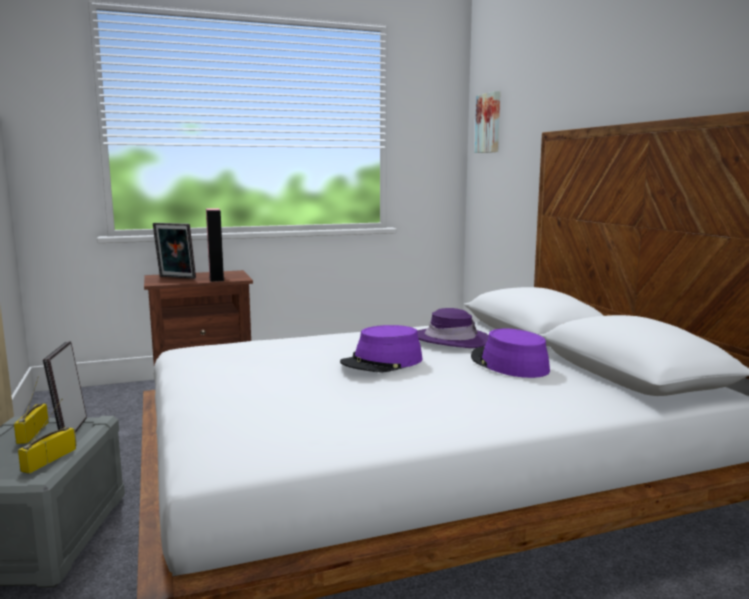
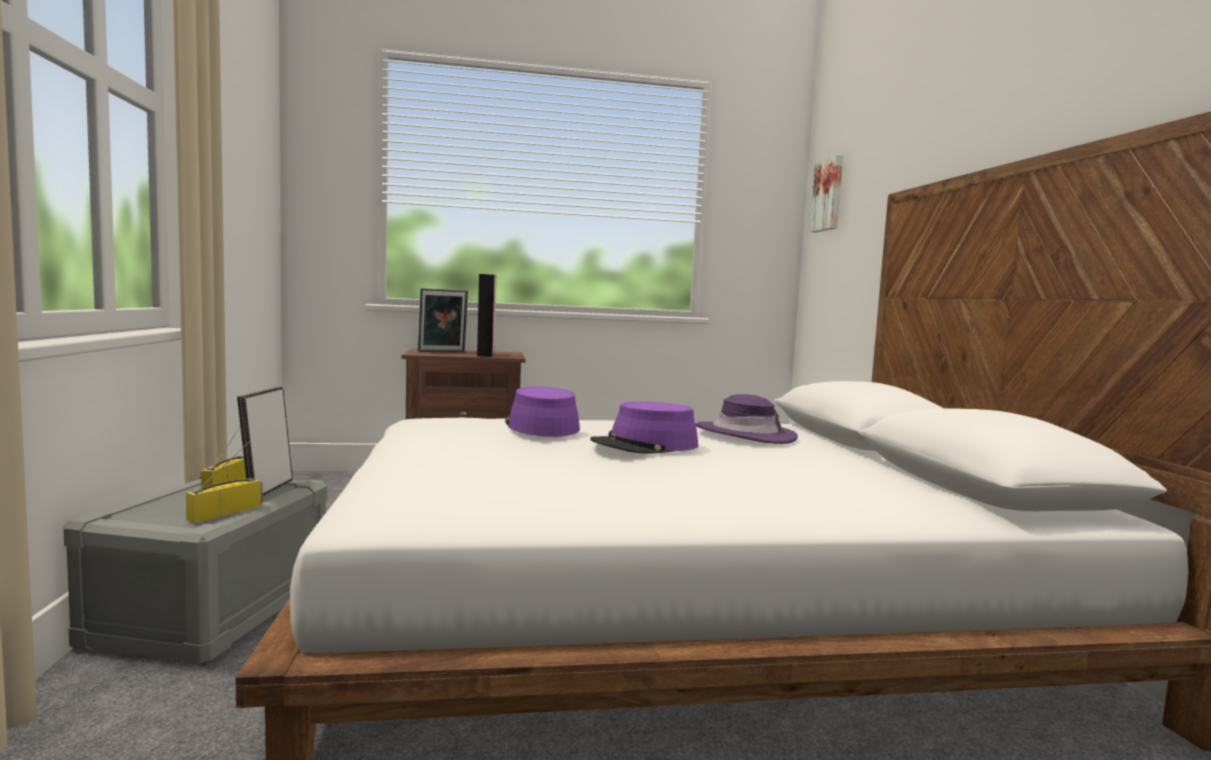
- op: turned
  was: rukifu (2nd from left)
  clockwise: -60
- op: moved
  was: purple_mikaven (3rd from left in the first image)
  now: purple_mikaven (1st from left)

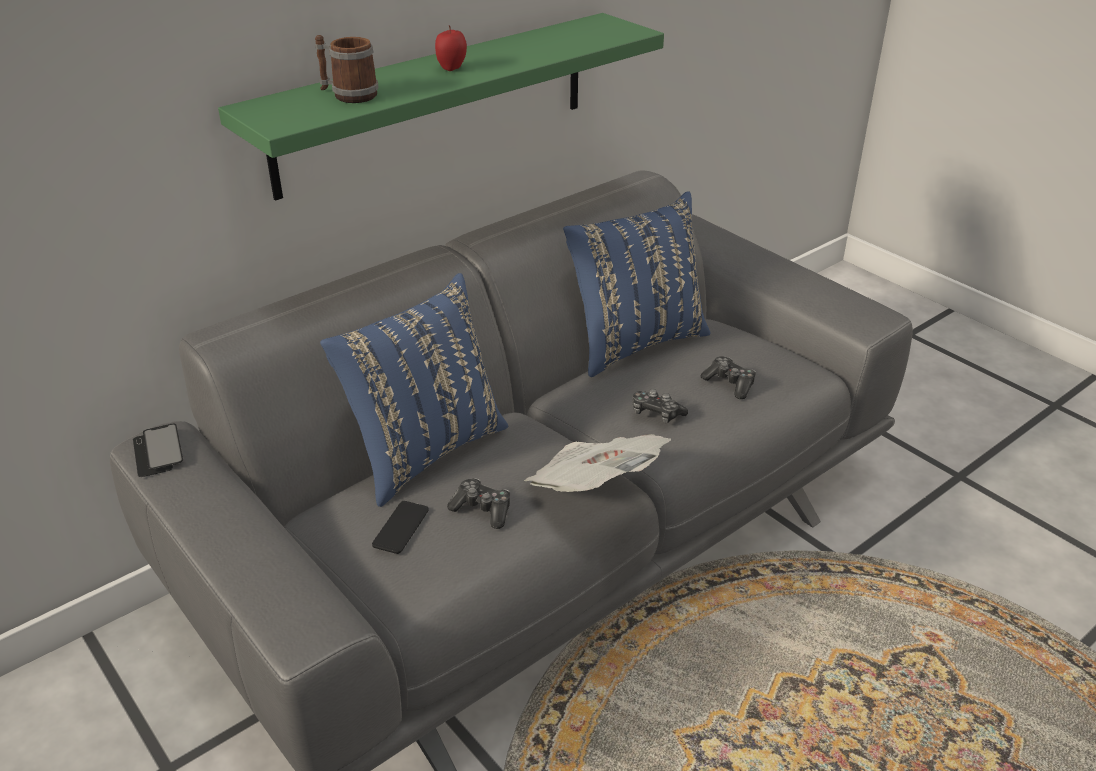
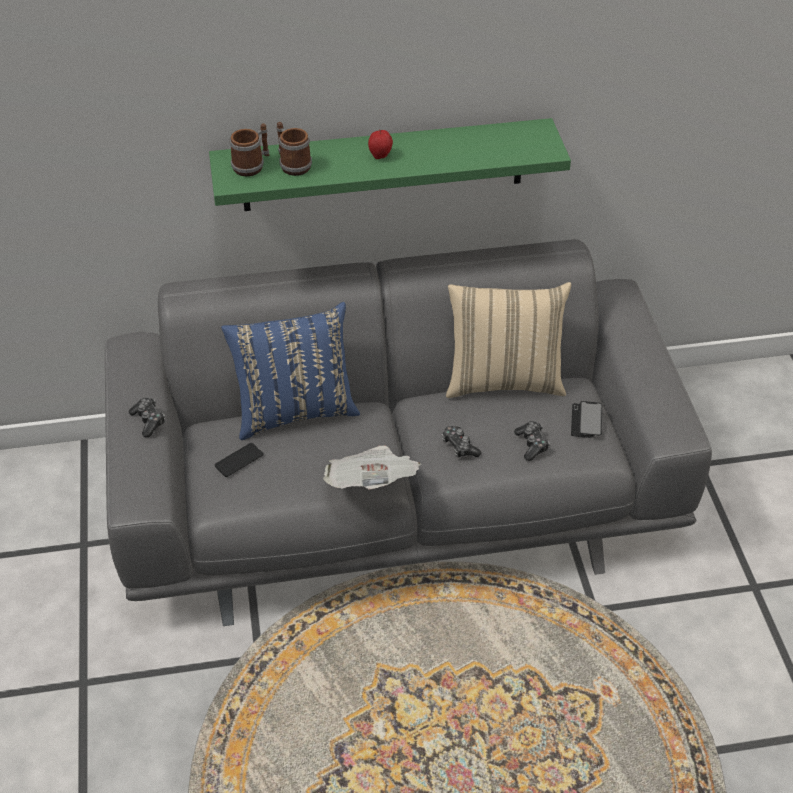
- op: moved
  was: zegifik (1st from left)
- op: added
  now: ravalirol (1st from left)
- op: recoloured
  was: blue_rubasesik (2nd from left)
  now: beige_rubasesik
- op: moved
  was: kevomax (1st from left in the first image)
  now: kevomax (2nd from left)

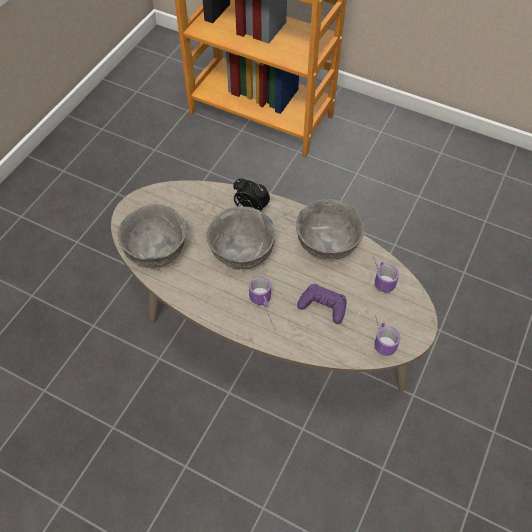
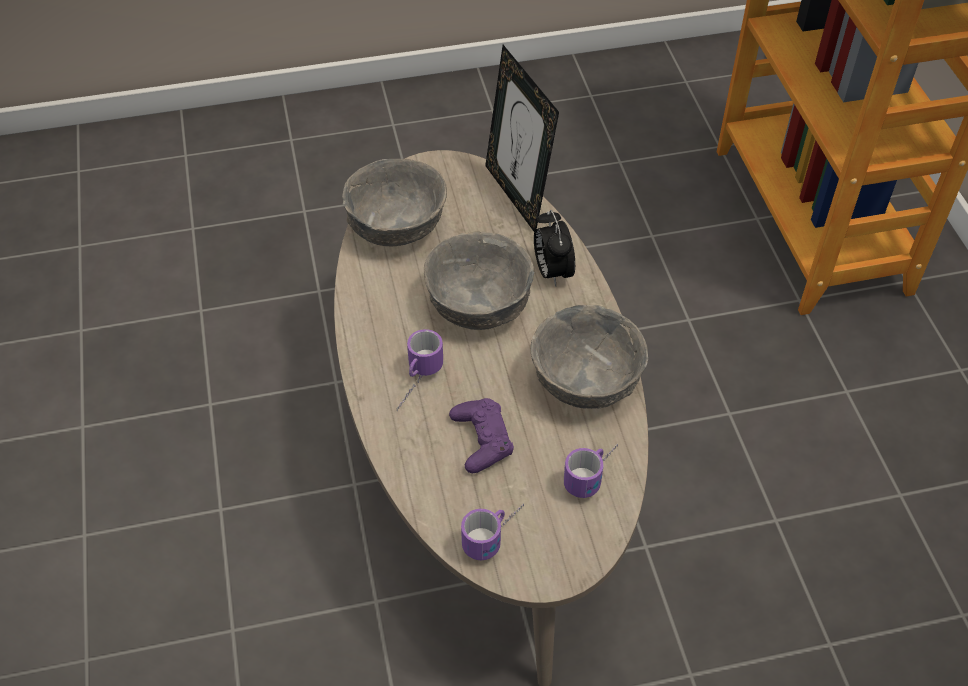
- op: added
  now: rukifu

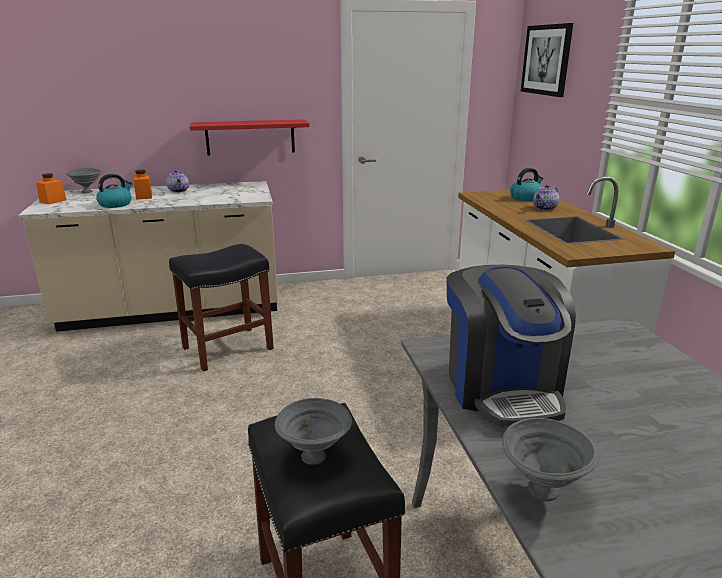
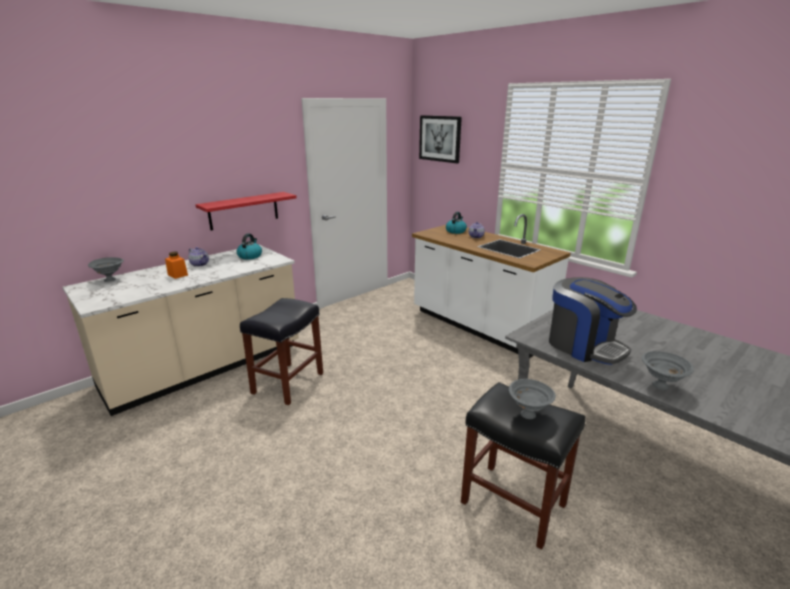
- op: moved
  was: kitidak (1st from left)
- op: removed
  was: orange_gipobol (1st from left)

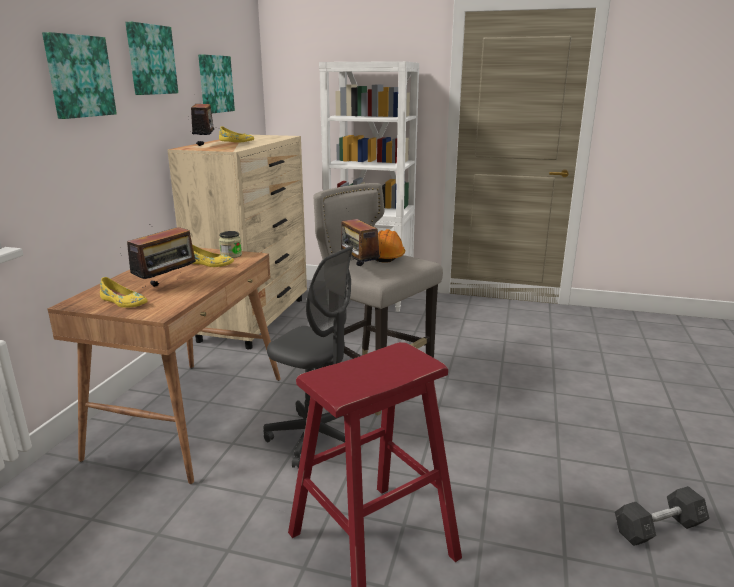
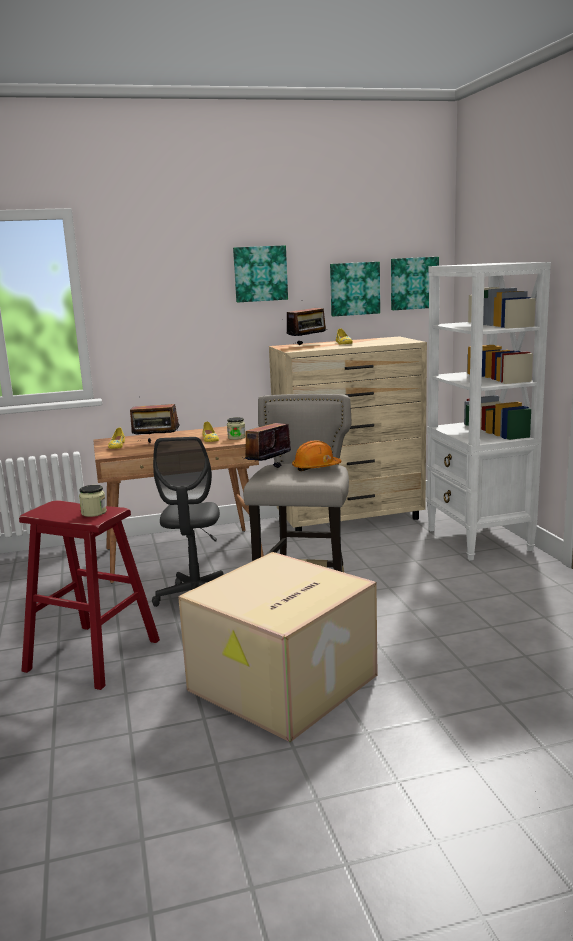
- op: added
  now: gipobol (1st from left)
- op: added
  now: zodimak
- op: moved
  was: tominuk (1st from left in the first image)
  now: tominuk (3rd from left)
- op: removed
  was: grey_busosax

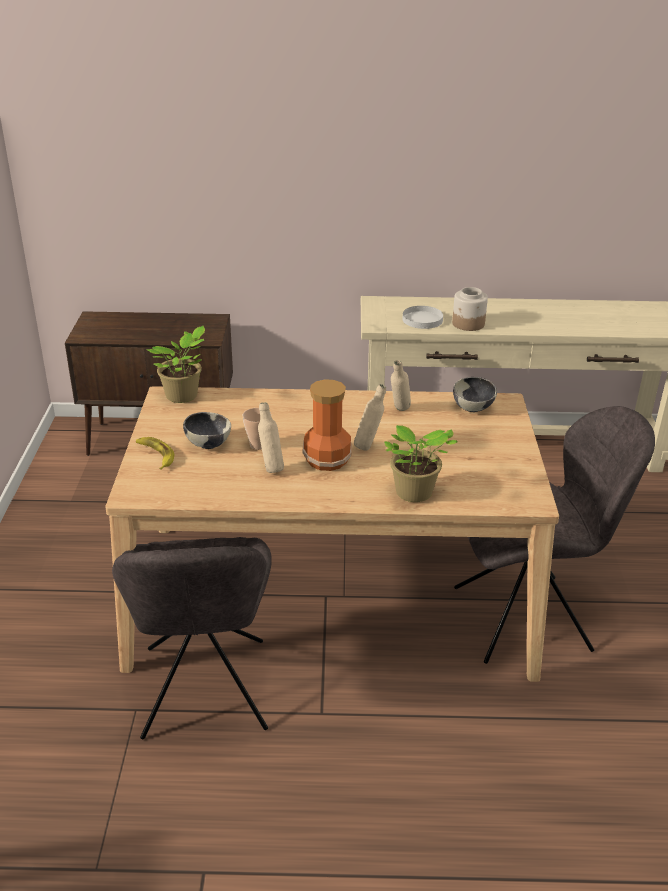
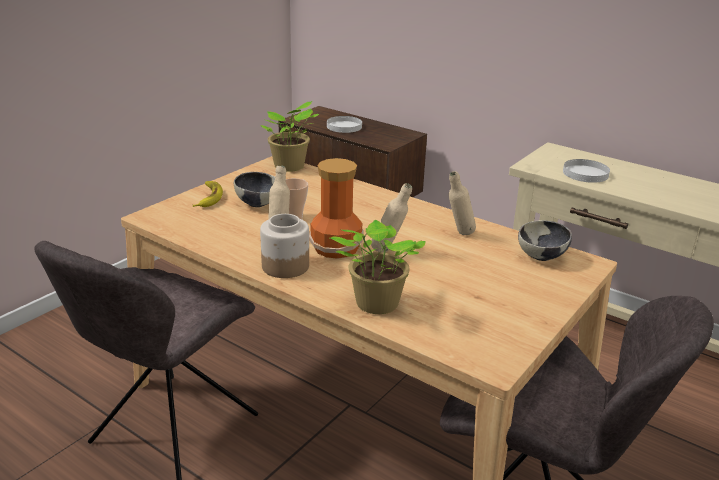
- op: moved
  was: gipobol
- op: added
  now: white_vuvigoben (1st from left)

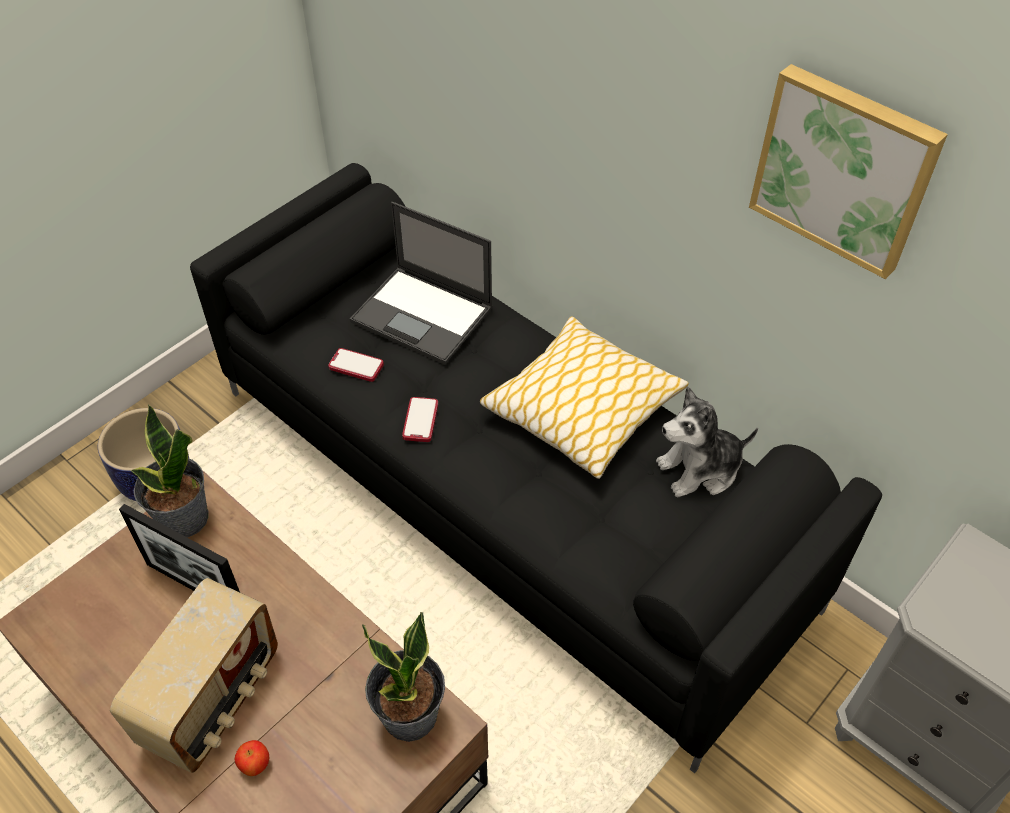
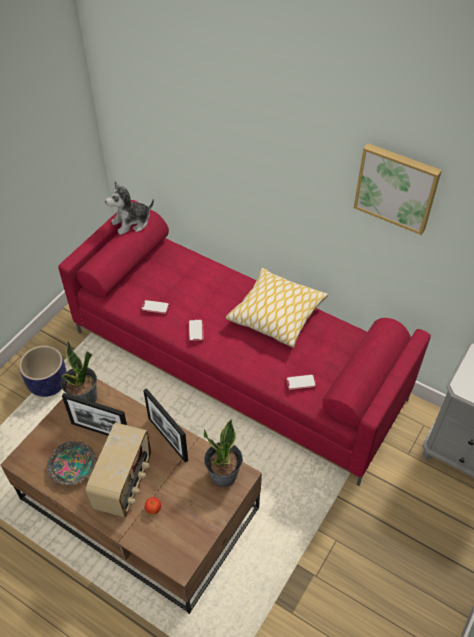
- op: added
  now: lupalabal
- op: recoloured
  was: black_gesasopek
  now: red_gesasopek
- op: moved
  was: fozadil
- op: added
  now: rukifu (2nd from left)
- op: added
  now: kevomax (3rd from left)
- op: removed
  was: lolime

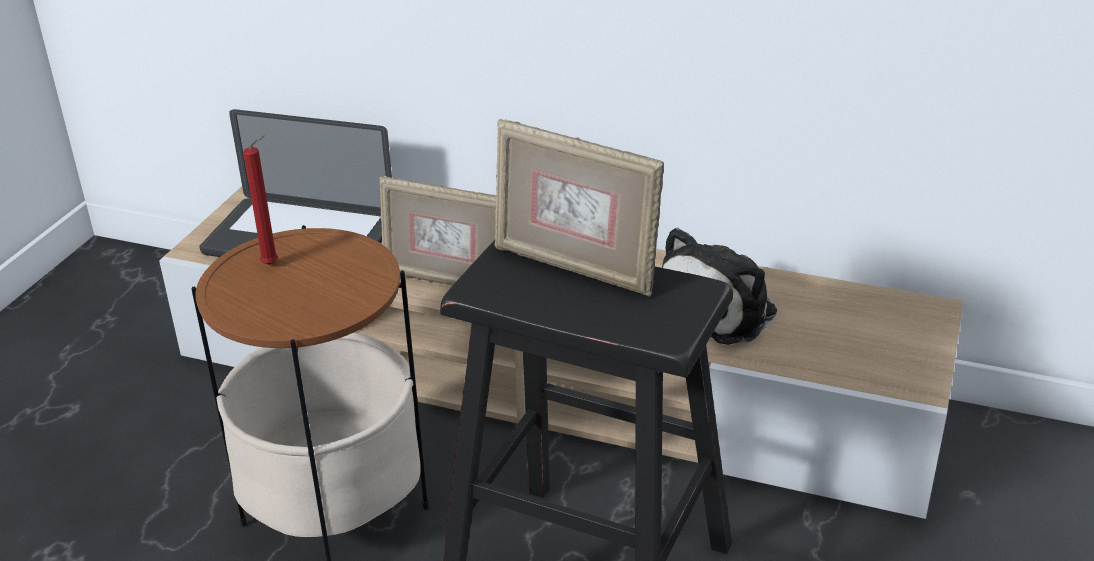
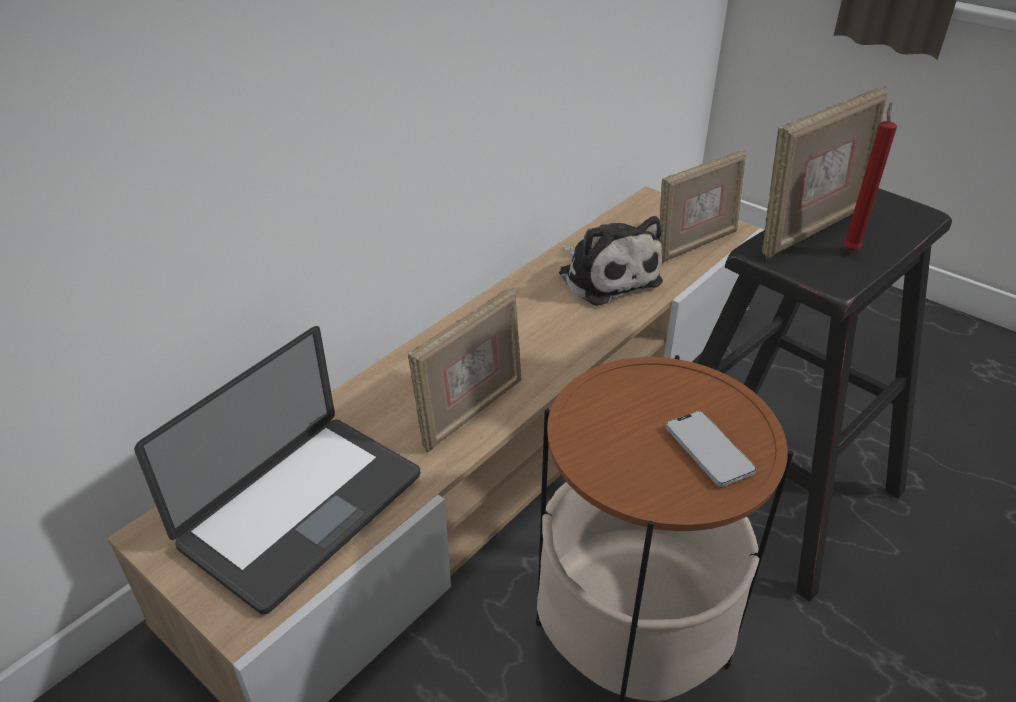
- op: added
  now: rukifu (2nd from left)
- op: added
  now: kevomax
- op: moved
  was: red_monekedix

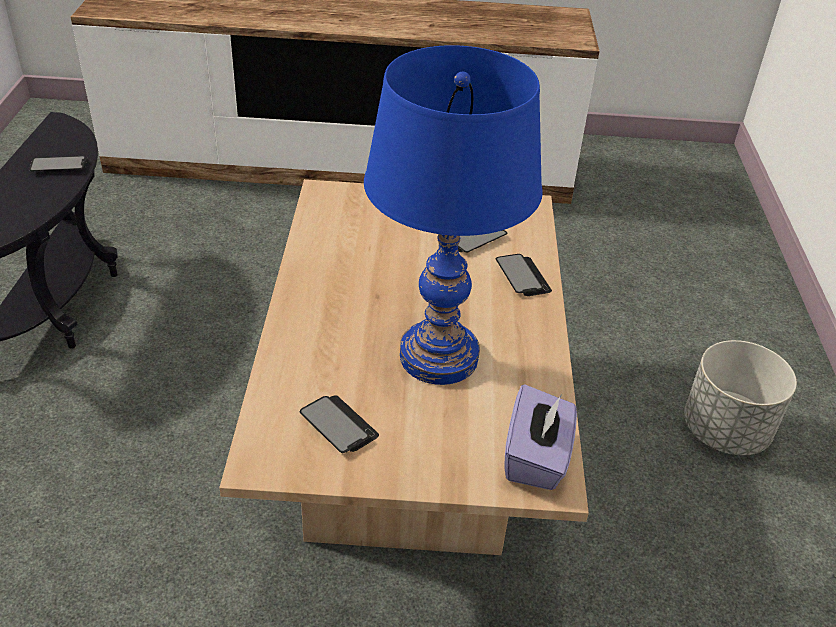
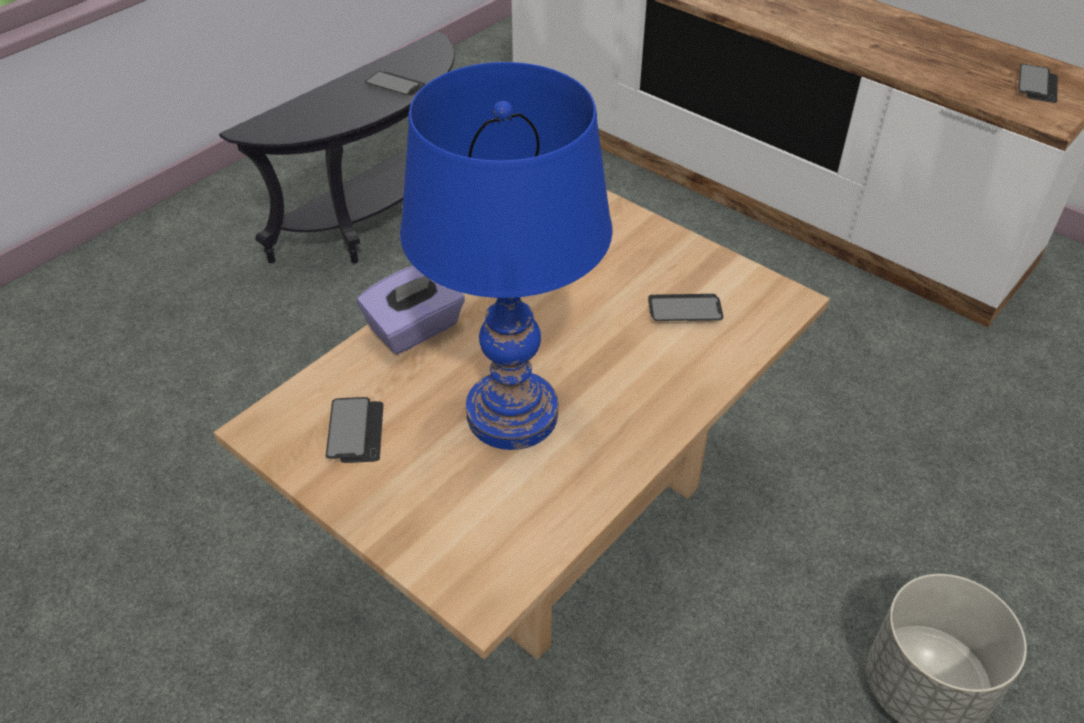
- op: moved
  was: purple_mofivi
- op: moved
  was: kevomax (4th from left)

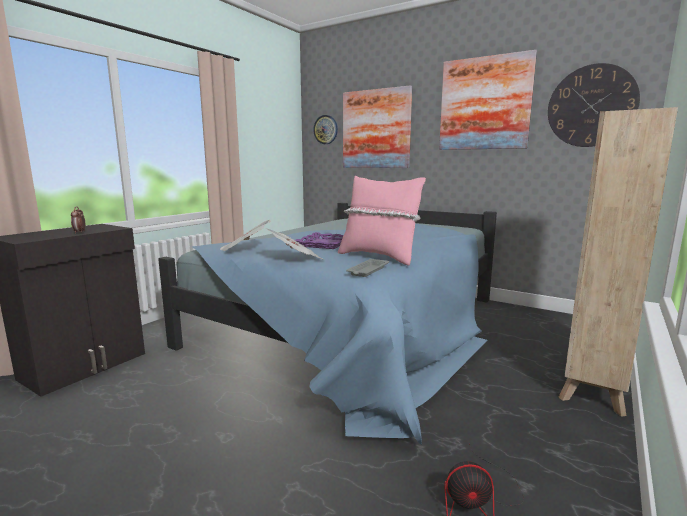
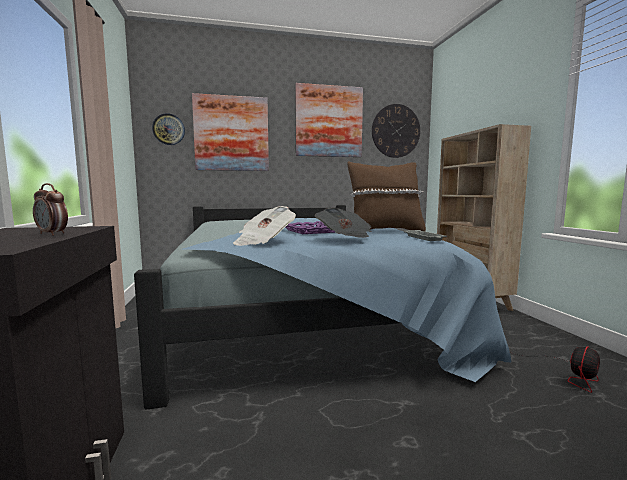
- op: recoloured
  was: pink_rubasesik
  now: brown_rubasesik

